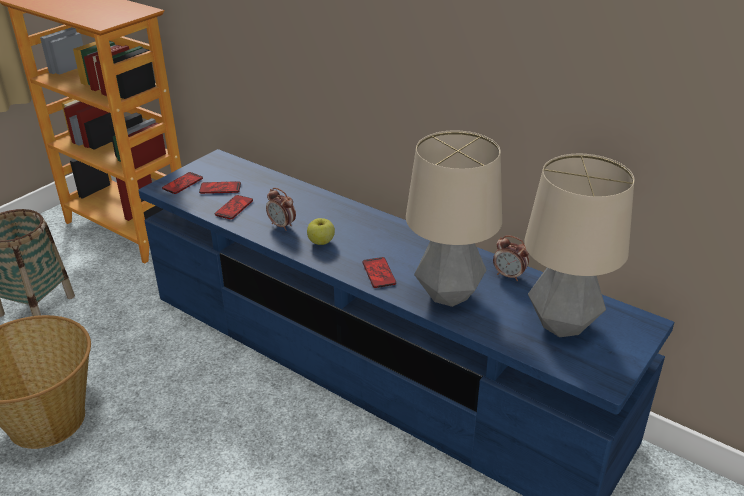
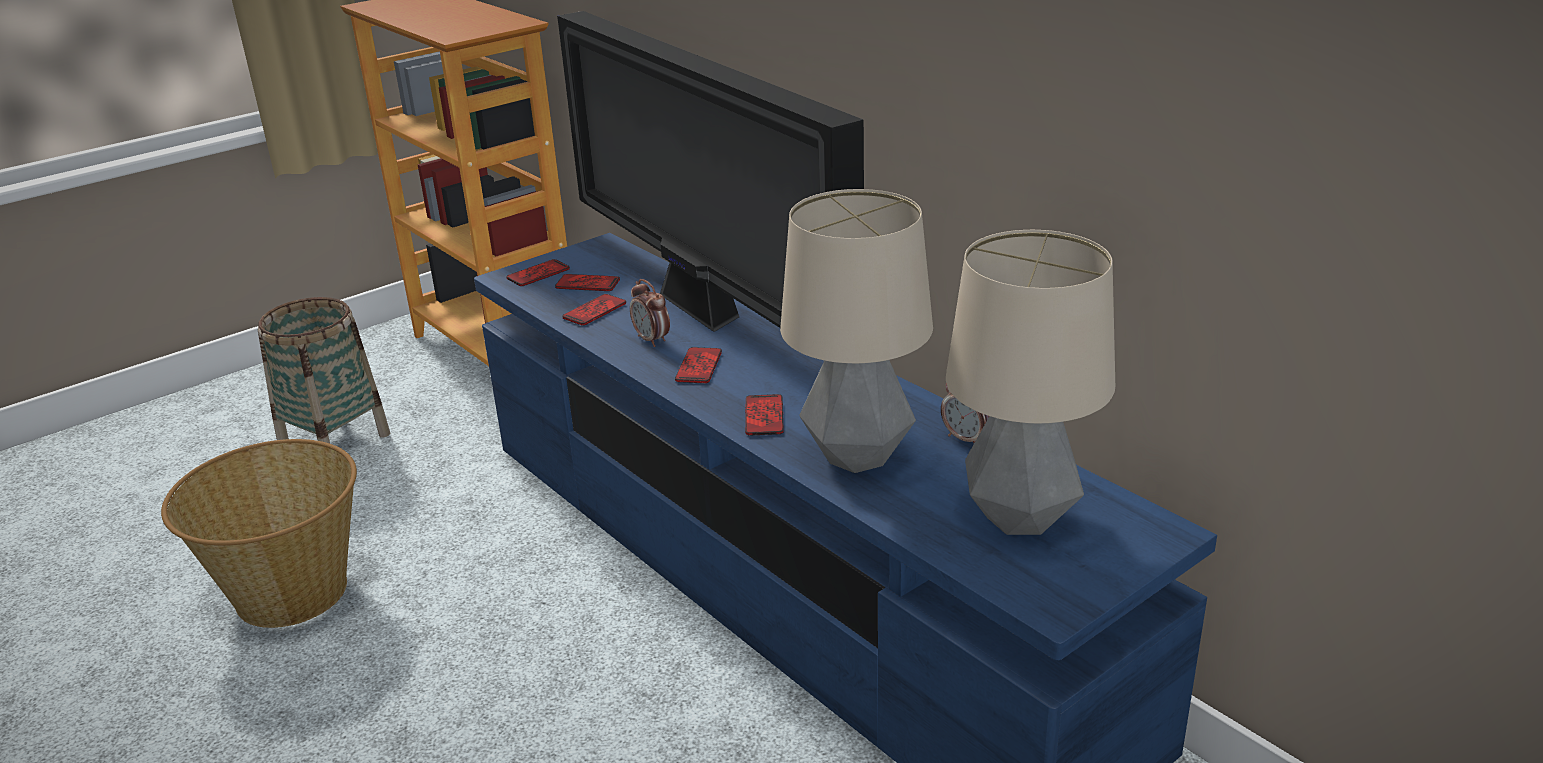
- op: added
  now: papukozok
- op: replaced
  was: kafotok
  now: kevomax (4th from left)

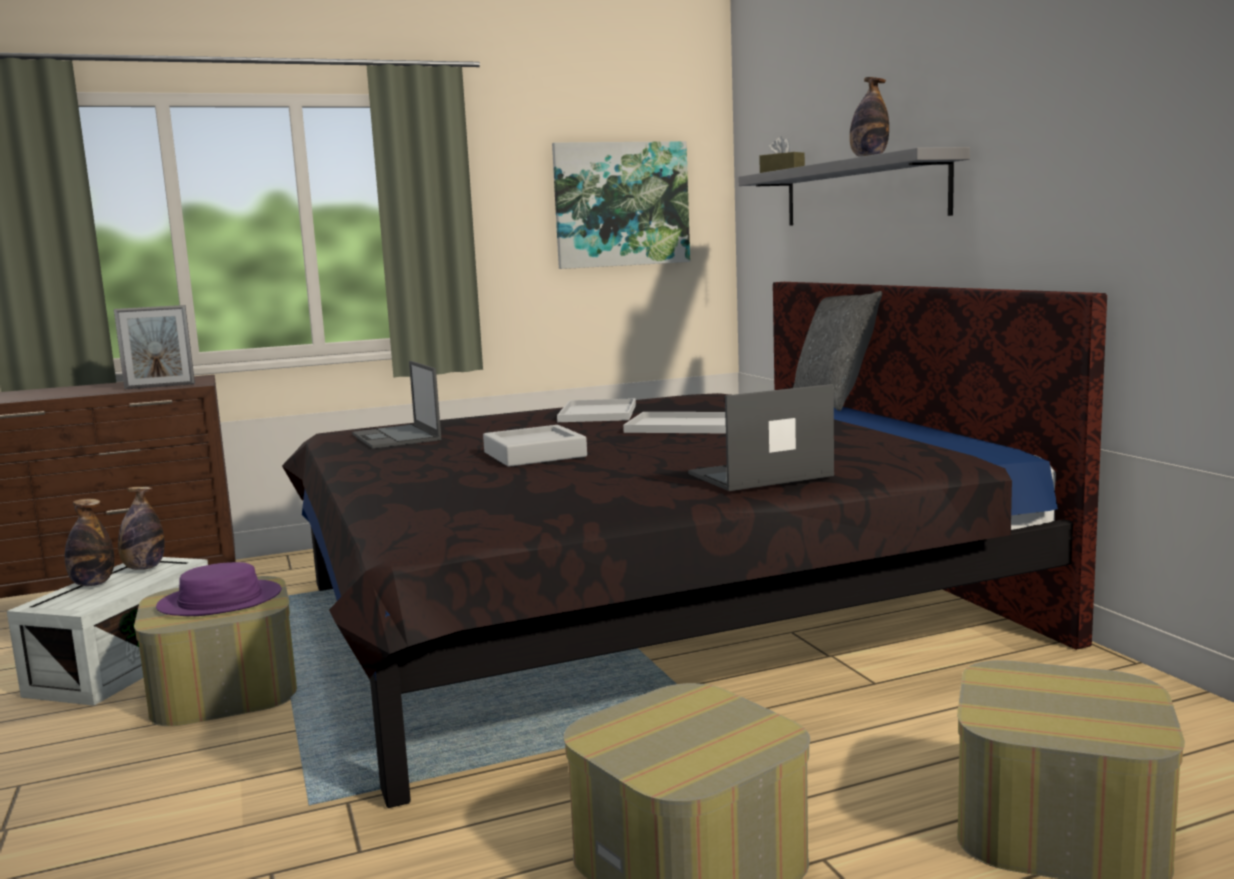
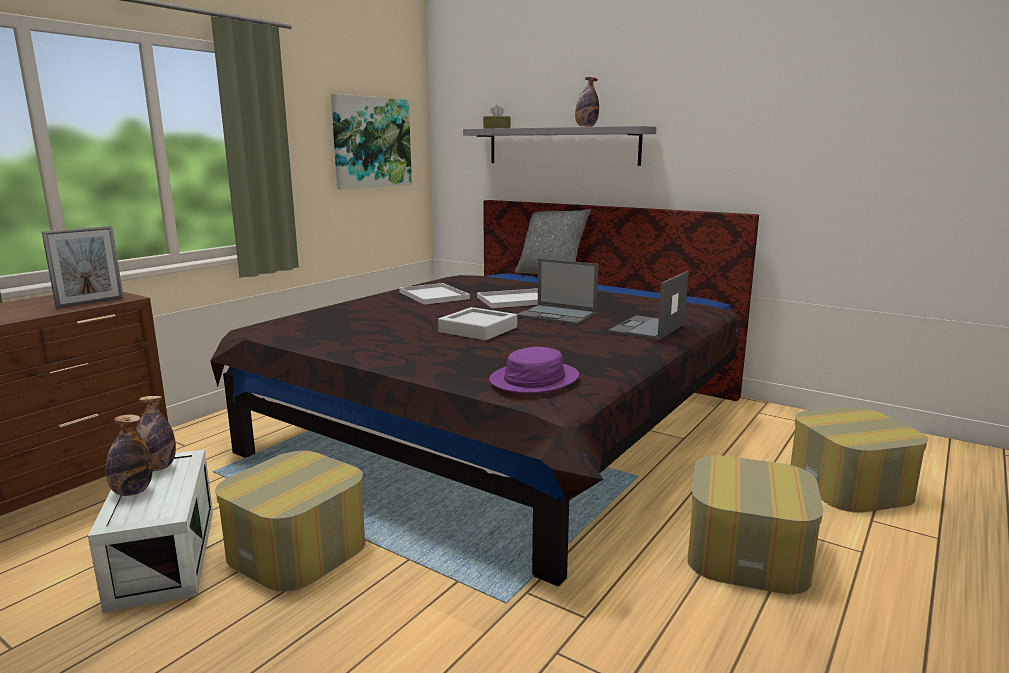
- op: moved
  was: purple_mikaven
- op: moved
  was: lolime (1st from left)

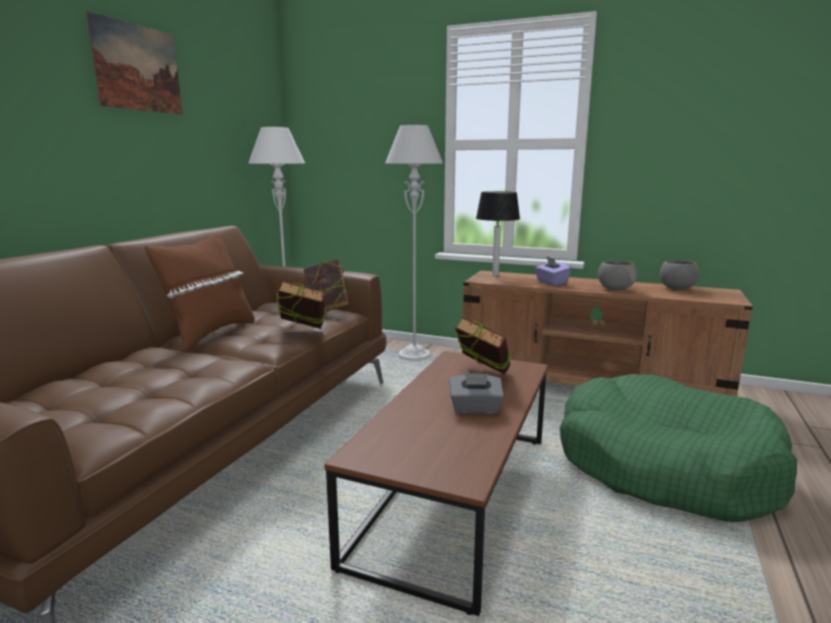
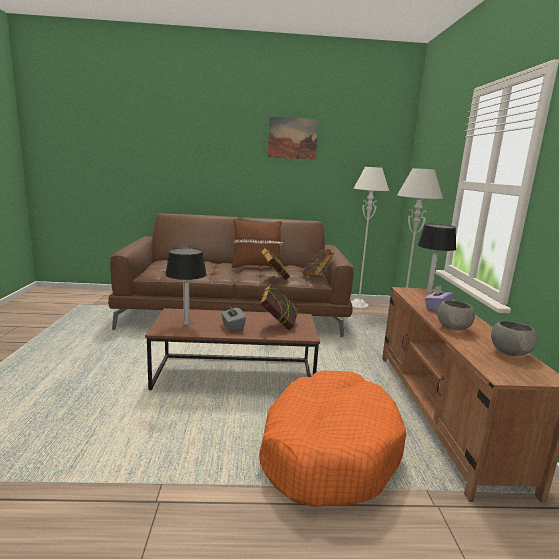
- op: added
  now: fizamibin (1st from left)
- op: recoloured
  was: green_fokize
  now: orange_fokize

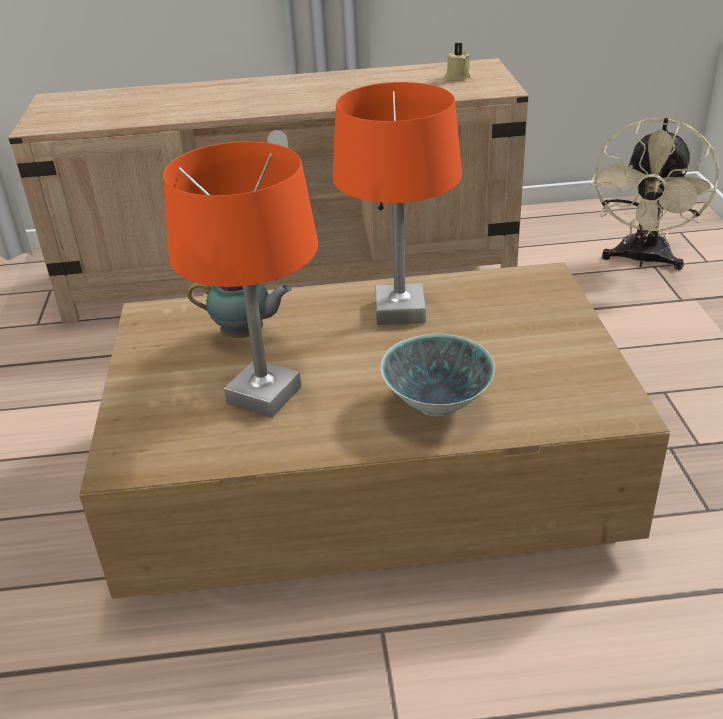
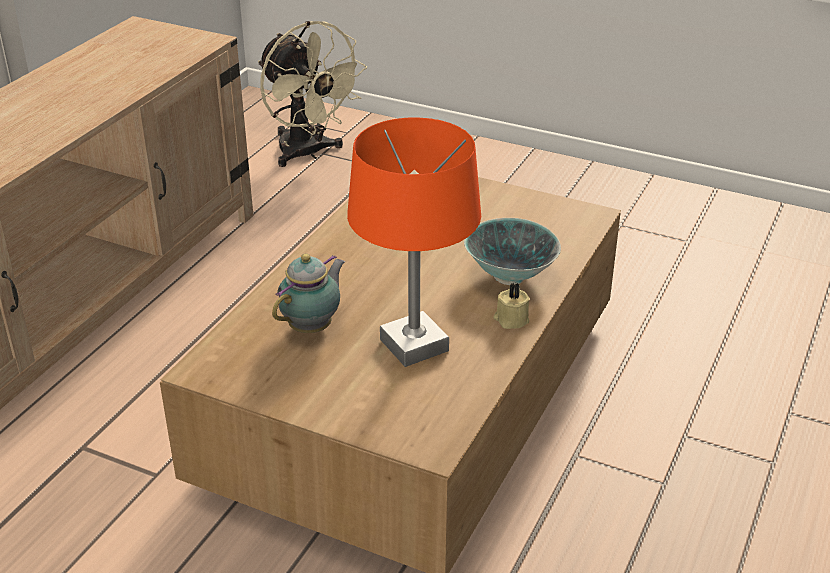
- op: moved
  was: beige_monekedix
- op: removed
  was: orange_fizamibin (2nd from left)

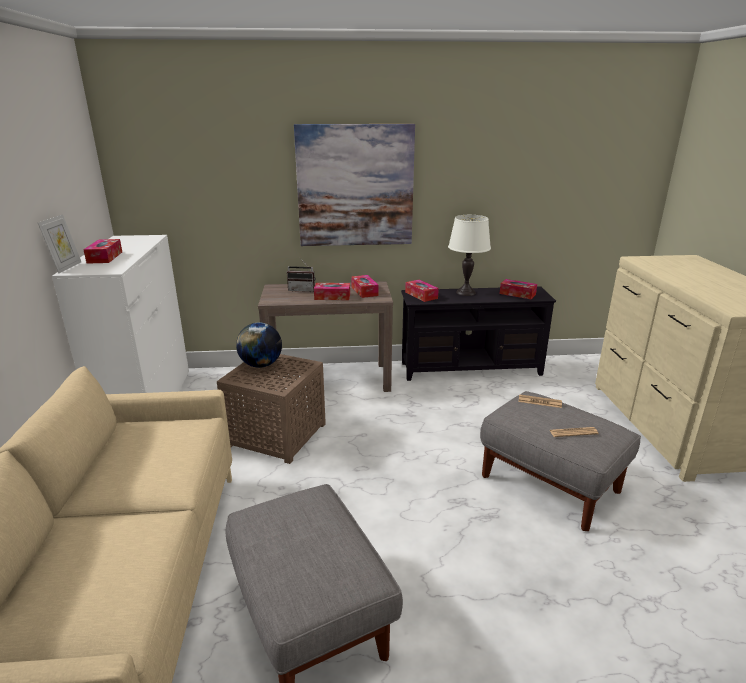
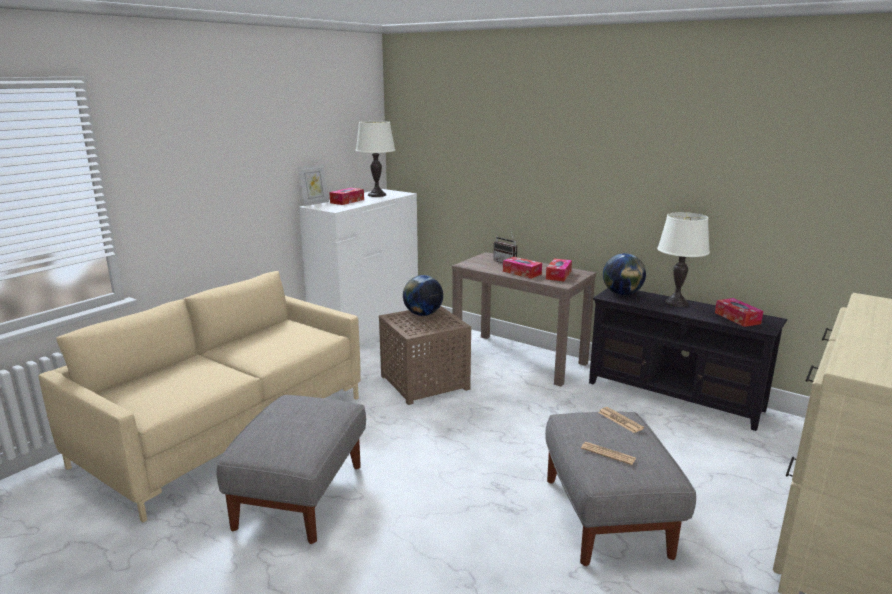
- op: added
  now: white_fizamibin (1st from left)
- op: replaced
  was: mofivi (4th from left)
  now: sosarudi (2nd from left)
- op: removed
  was: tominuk

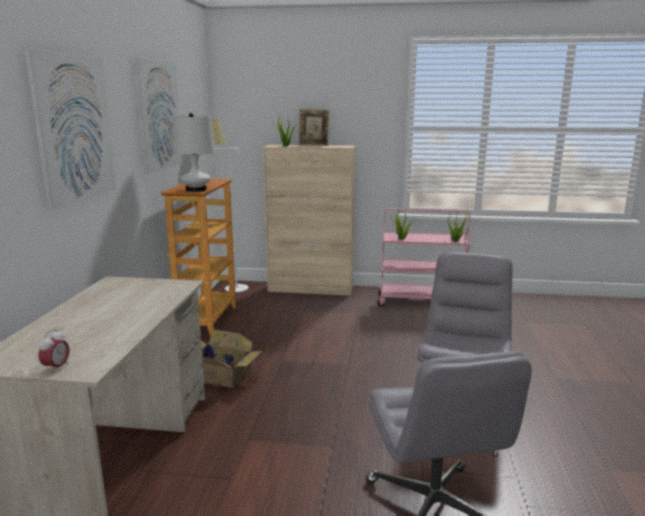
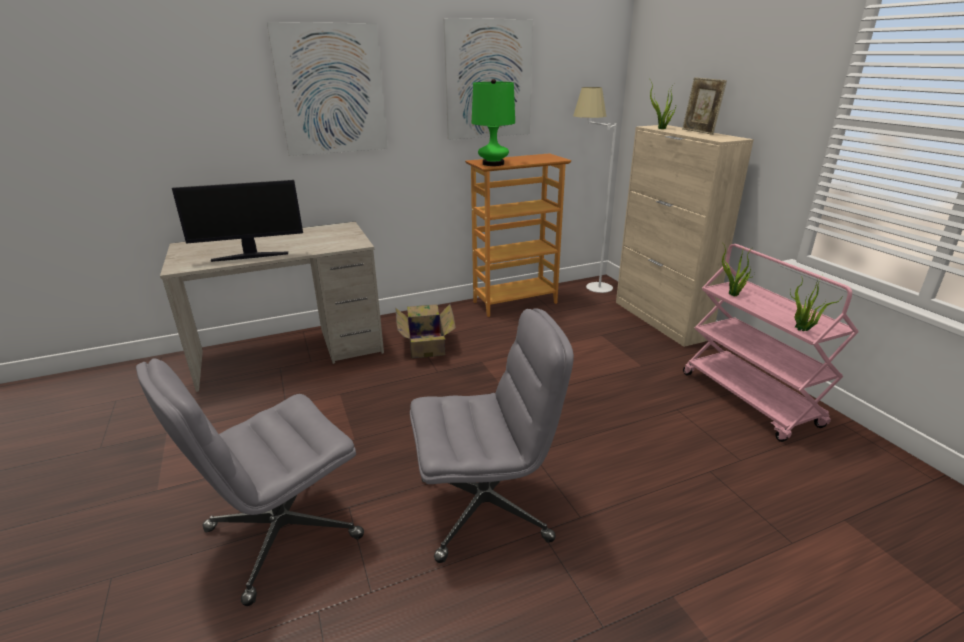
- op: added
  now: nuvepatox
- op: recoloured
  was: white_fizamibin
  now: green_fizamibin
- op: removed
  was: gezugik

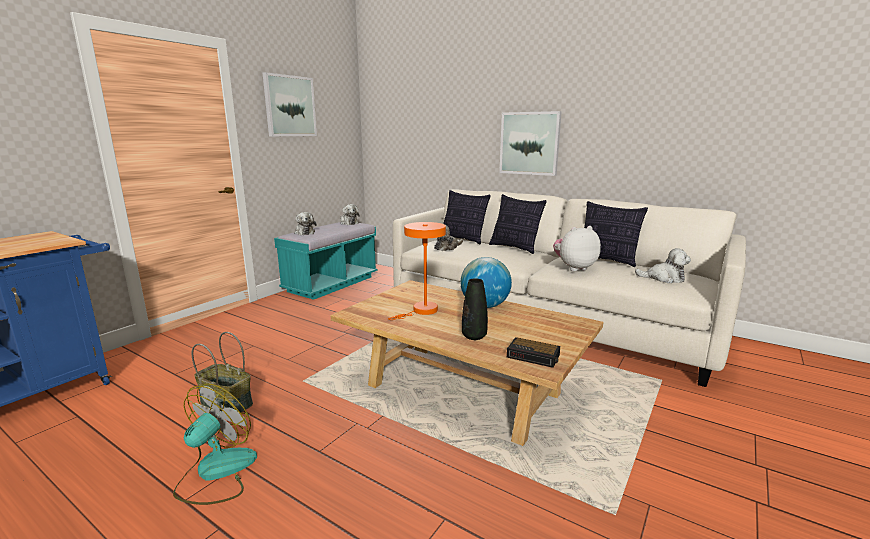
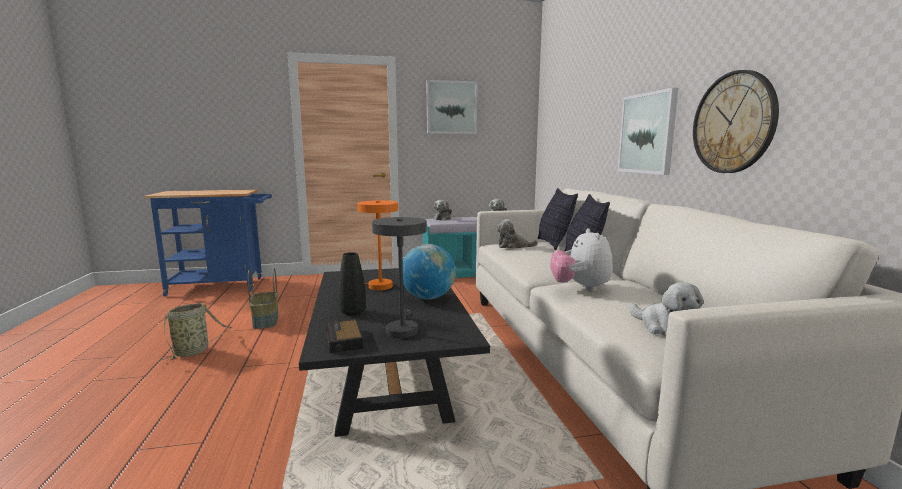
- op: replaced
  was: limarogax
  now: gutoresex (1st from left)
- op: recoloured
  was: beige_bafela
  now: black_bafela
- op: added
  now: grey_fizamibin
- op: turned
  was: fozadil (4th from left)
  clockwise: -120
- op: added
  now: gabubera
- op: removed
  was: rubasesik (3rd from left)

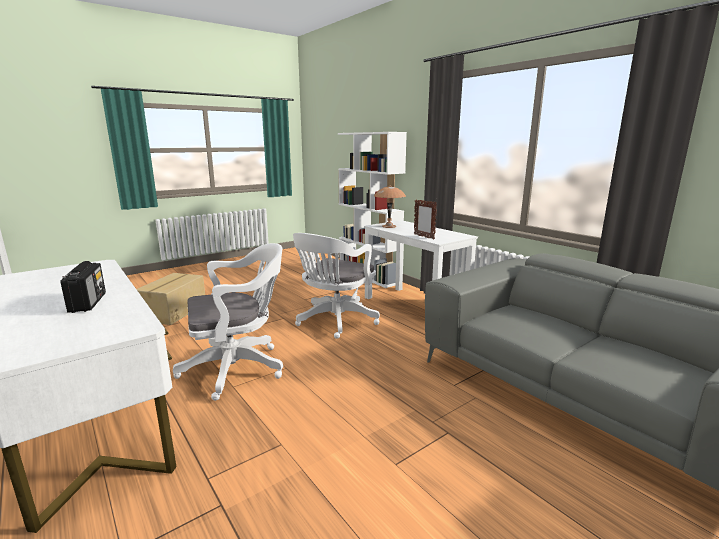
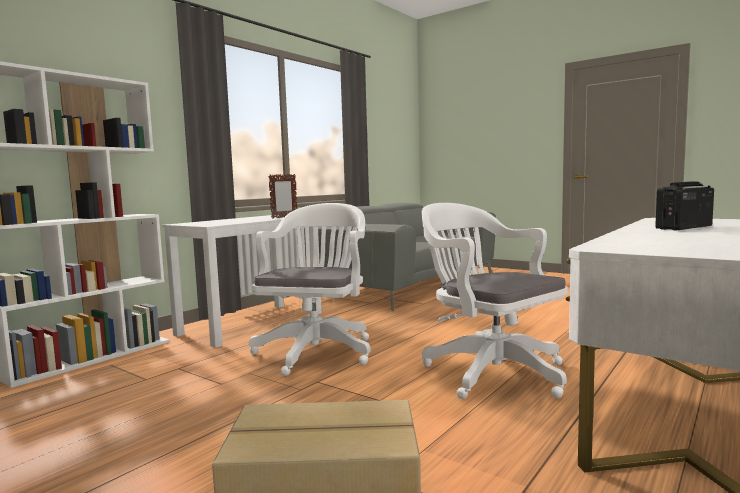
- op: turned
  was: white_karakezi (2nd from left in the first image)
  clockwise: -90
- op: removed
  was: brown_fizamibin

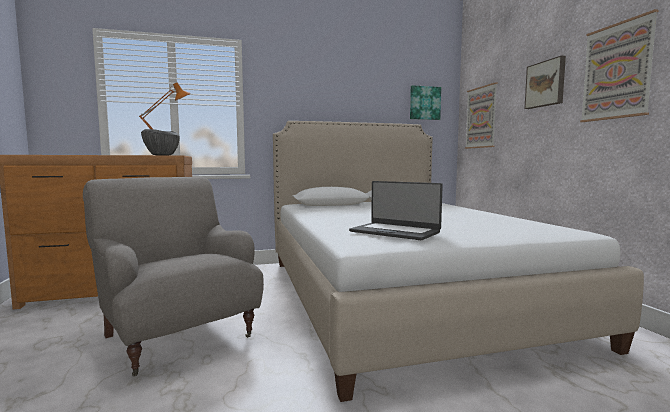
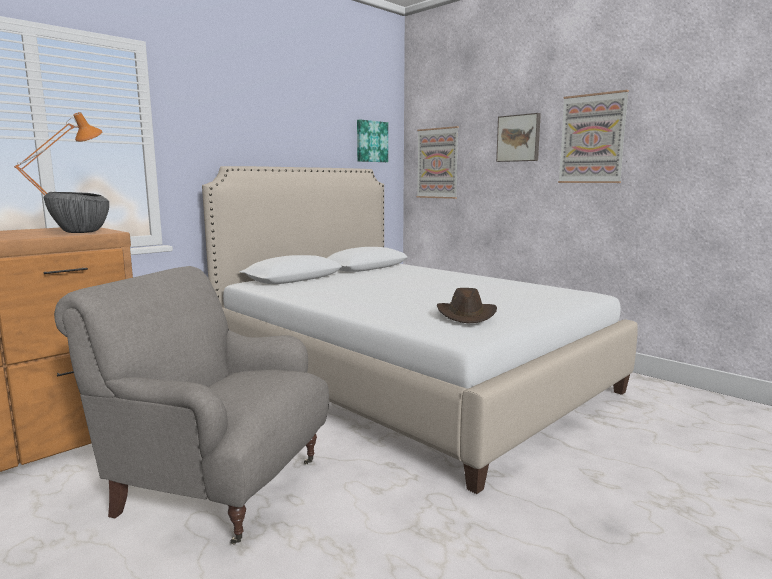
- op: replaced
  was: lolime
  now: brown_mikaven

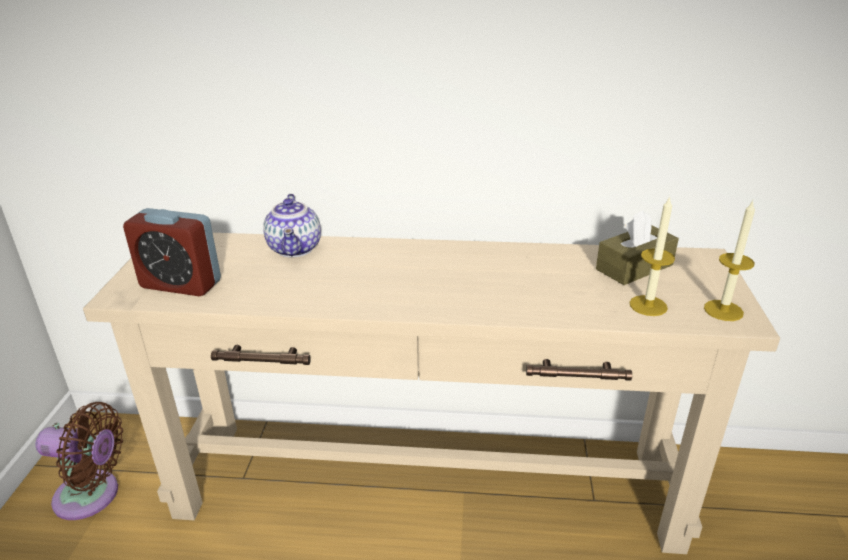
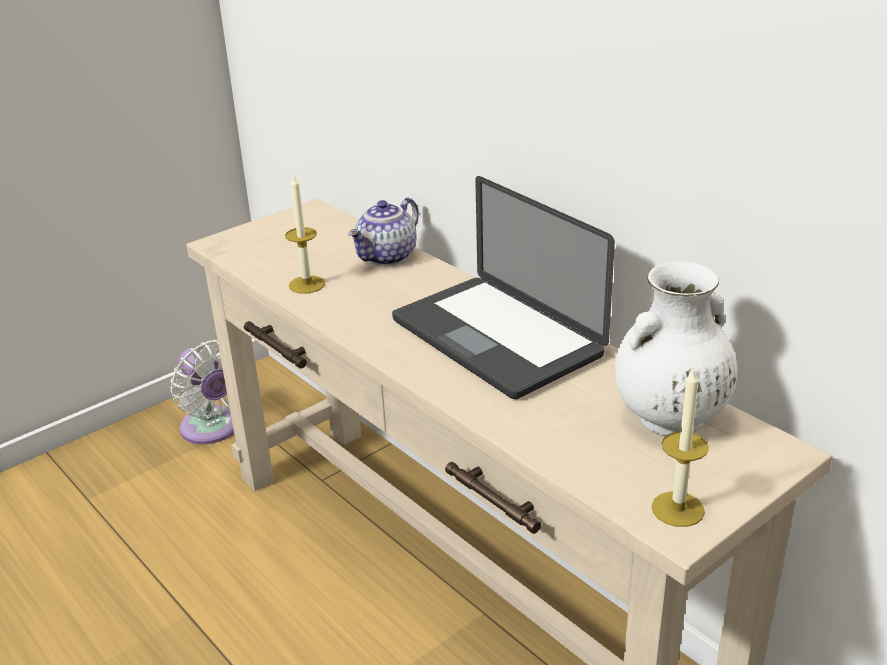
- op: recoloured
  was: brown_limarogax
  now: white_limarogax
- op: moved
  was: monekedix (1st from left)
- op: added
  now: lolime
- op: replaced
  was: brown_mofivi
  now: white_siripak
- op: removed
  was: gezugik

